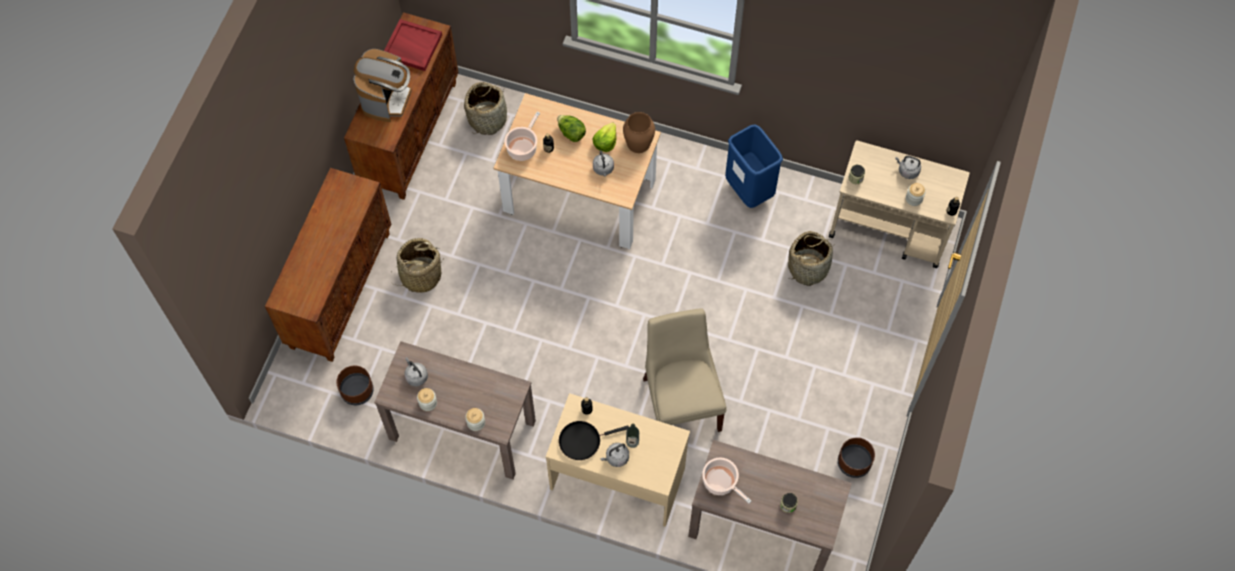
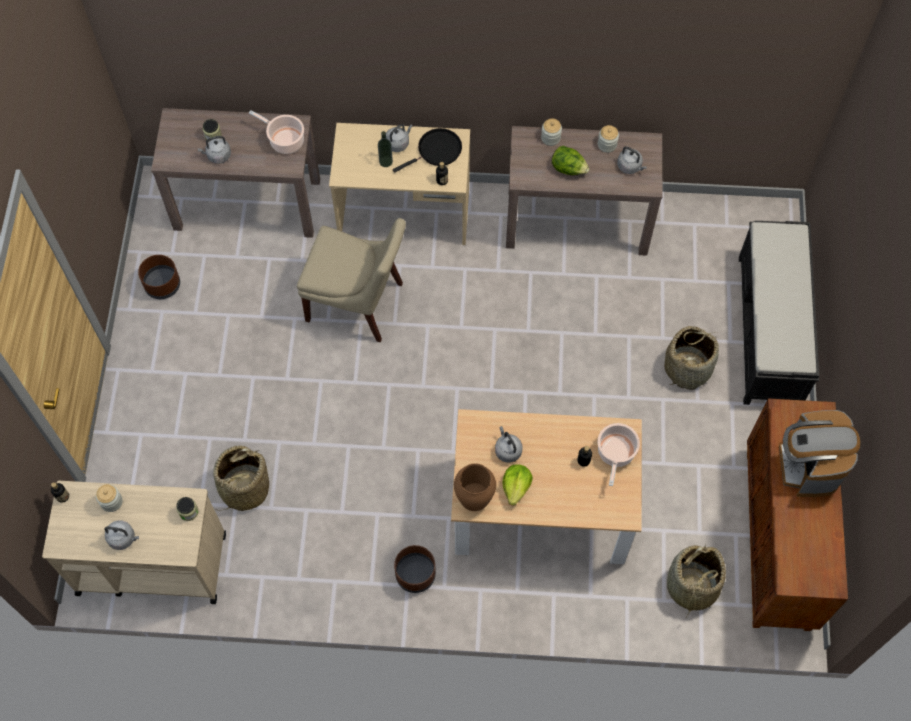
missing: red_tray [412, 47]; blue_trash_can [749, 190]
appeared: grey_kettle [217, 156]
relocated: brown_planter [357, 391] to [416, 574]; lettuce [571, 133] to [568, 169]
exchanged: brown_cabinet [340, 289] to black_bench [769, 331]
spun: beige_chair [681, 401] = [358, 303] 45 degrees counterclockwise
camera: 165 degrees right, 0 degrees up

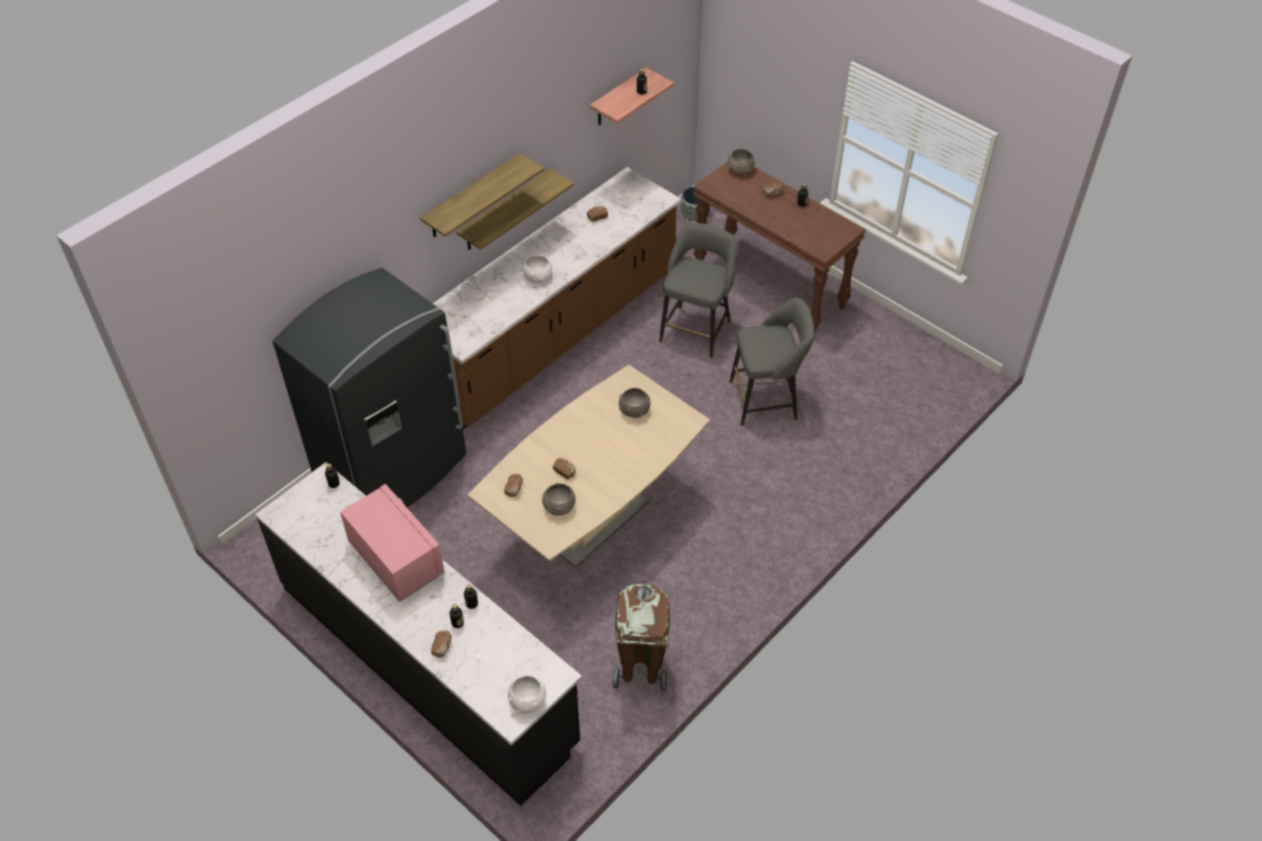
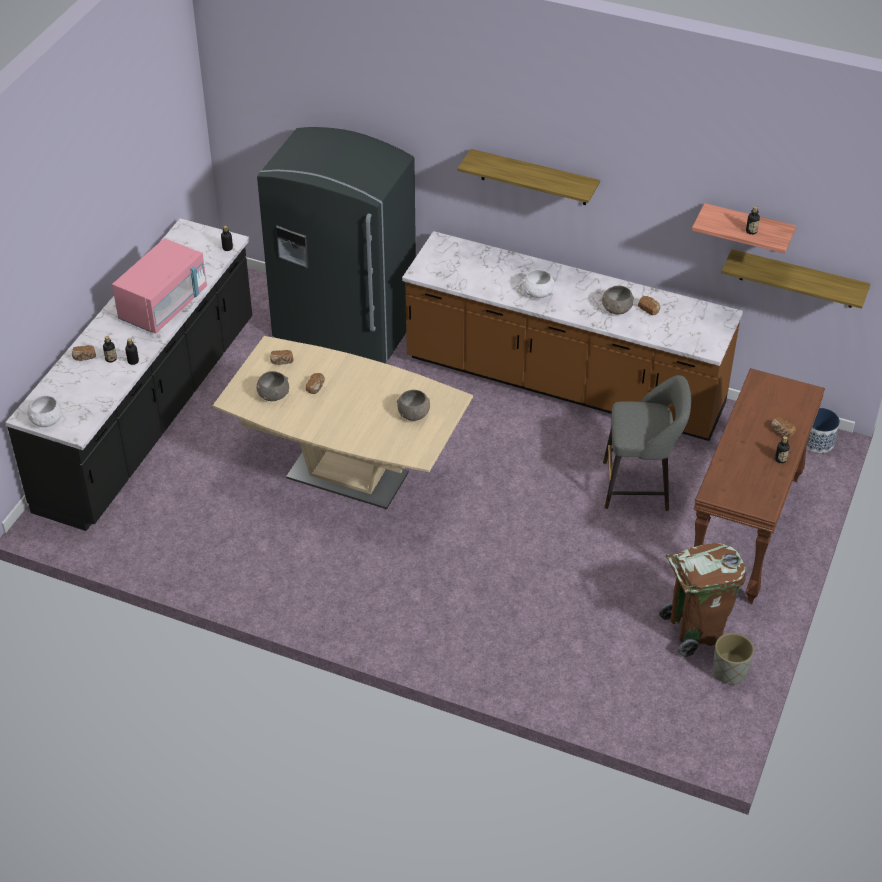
missing: grey_stool [767, 400]
appeared: grey_planter [729, 672]
relocated: shelf [505, 211] to [797, 279]; brown_trash_can [641, 668] to [694, 631]; grey_bowl [740, 170] to [616, 309]
camera: 70 degrees right, 5 degrees down

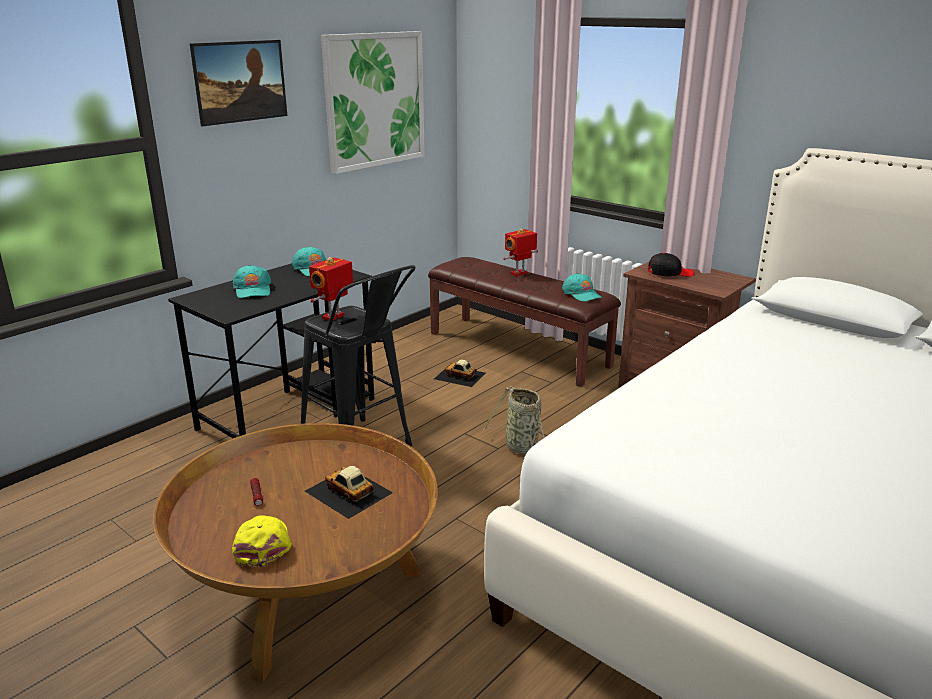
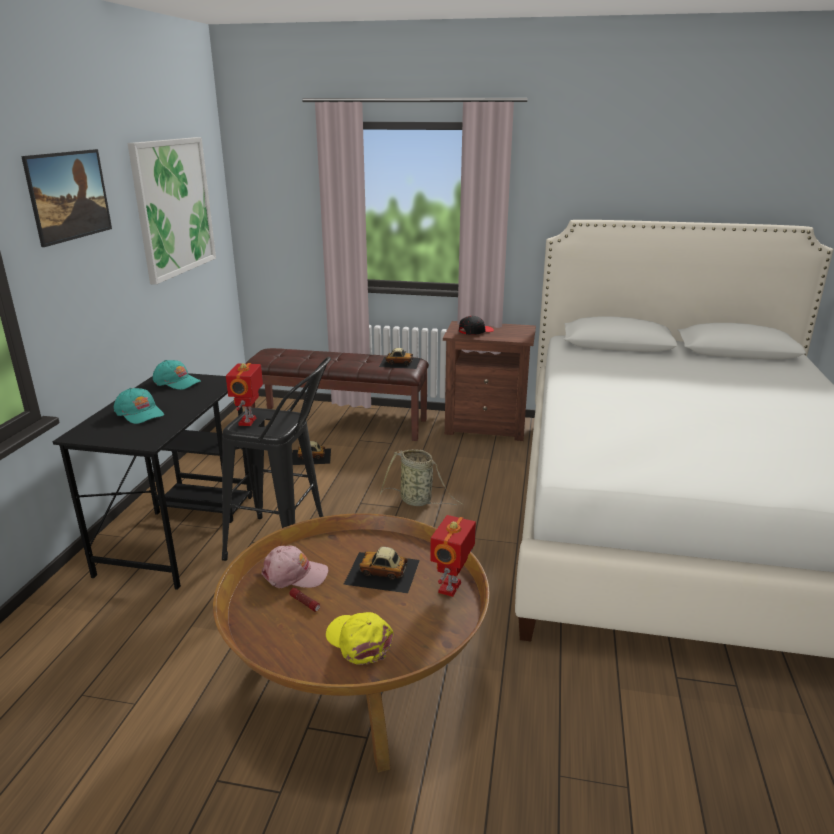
appeared: pink_cap [294, 574]
relocated: toy_robot [519, 273] to [451, 588]
exchanged: turquoise_cap [581, 294] to toy_car [399, 362]
camera: 30 degrees left, 0 degrees up

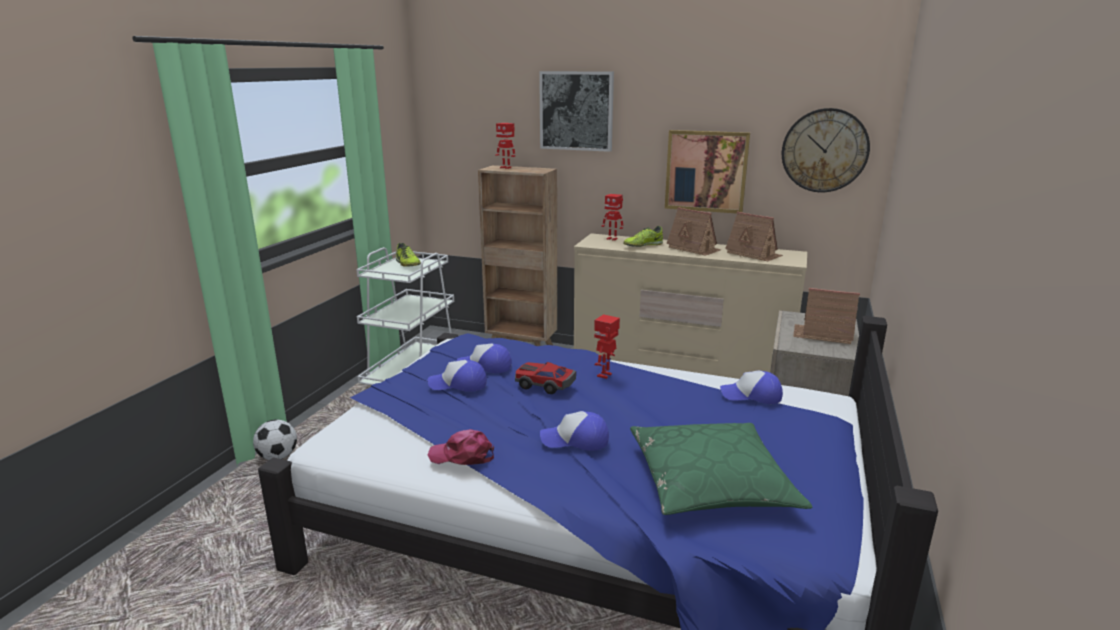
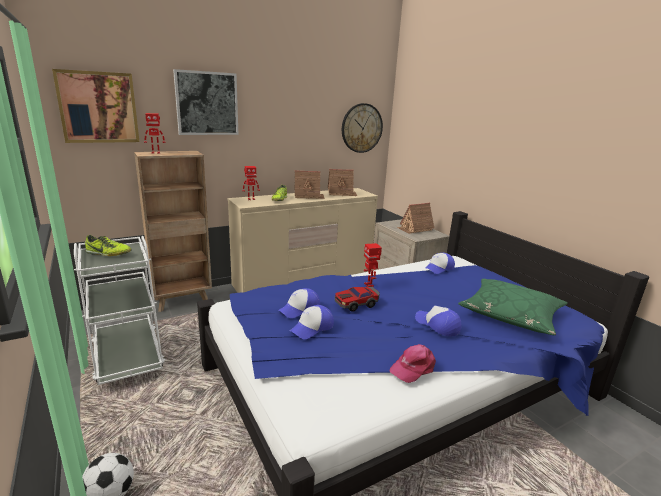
relocated: picture [706, 171] to [98, 107]
spun: cap [575, 440] = [437, 325] 90 degrees clockwise
camera: 50 degrees left, 0 degrees up

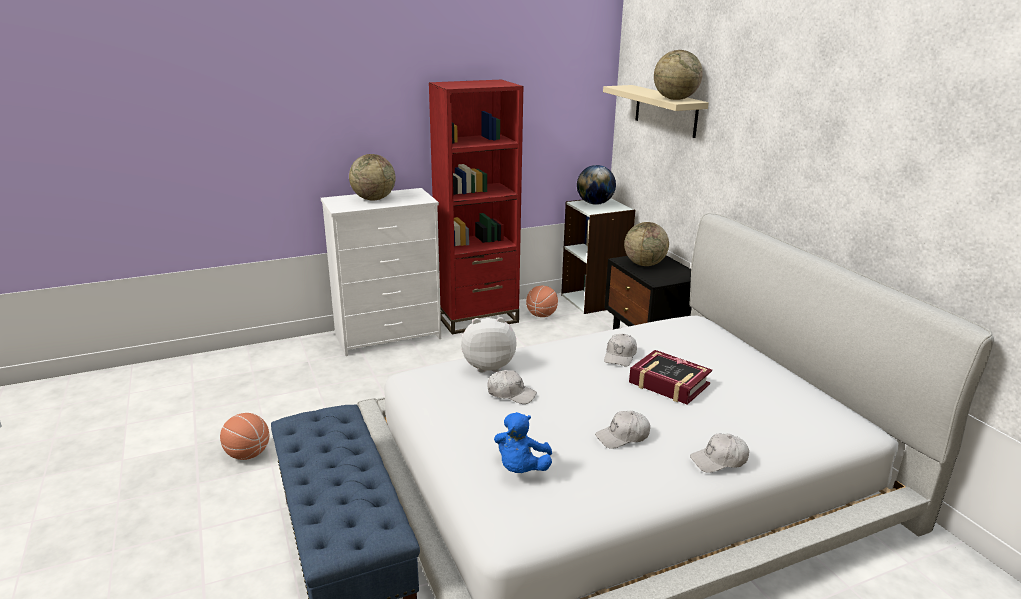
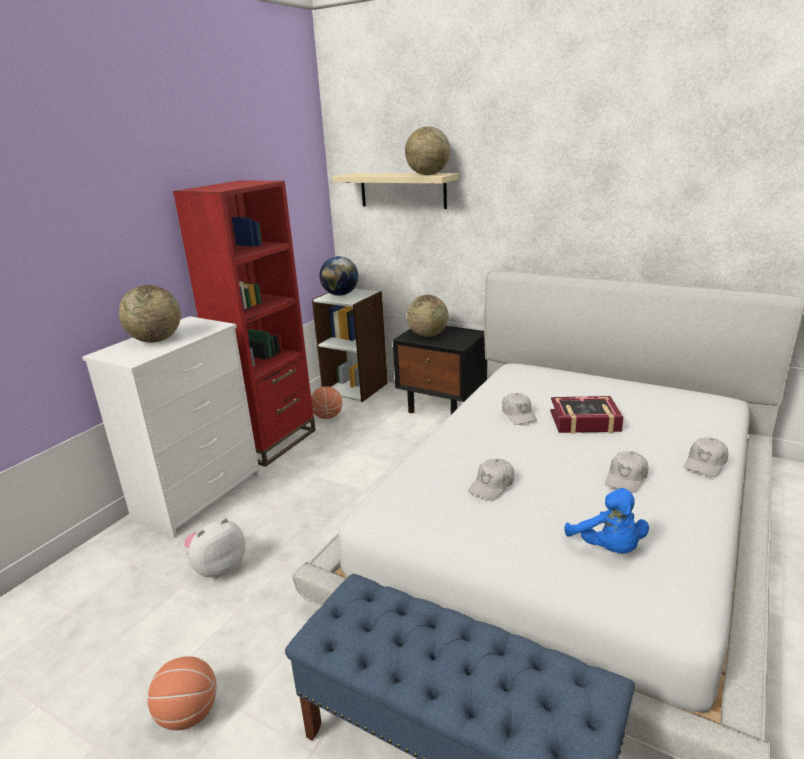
relocated: plush_toy [488, 366] to [218, 568]
spun: white_cap [511, 394] = [492, 485] 150 degrees clockwise
camera: 35 degrees left, 0 degrees up

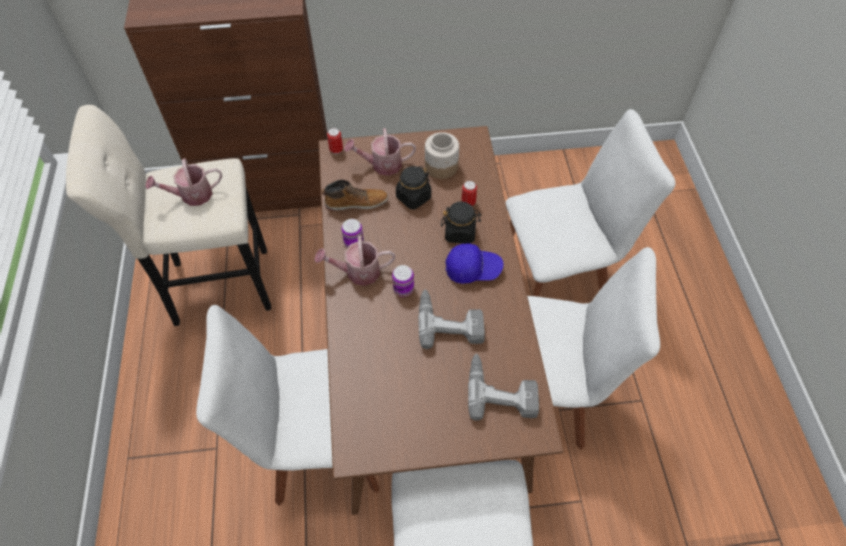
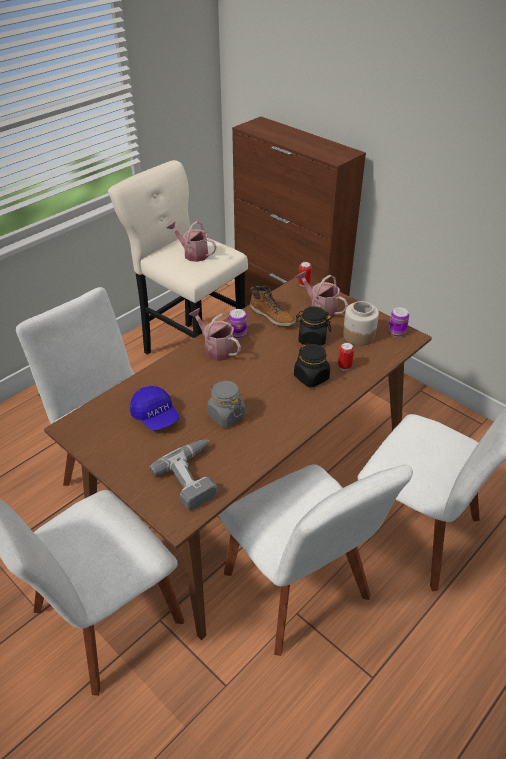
relocated: can [403, 289] to [397, 332]; blue_cap [473, 269] to [155, 417]
exchanged: power_drill [450, 321] to grey_jar [226, 415]
camera: 50 degrees right, 15 degrees down

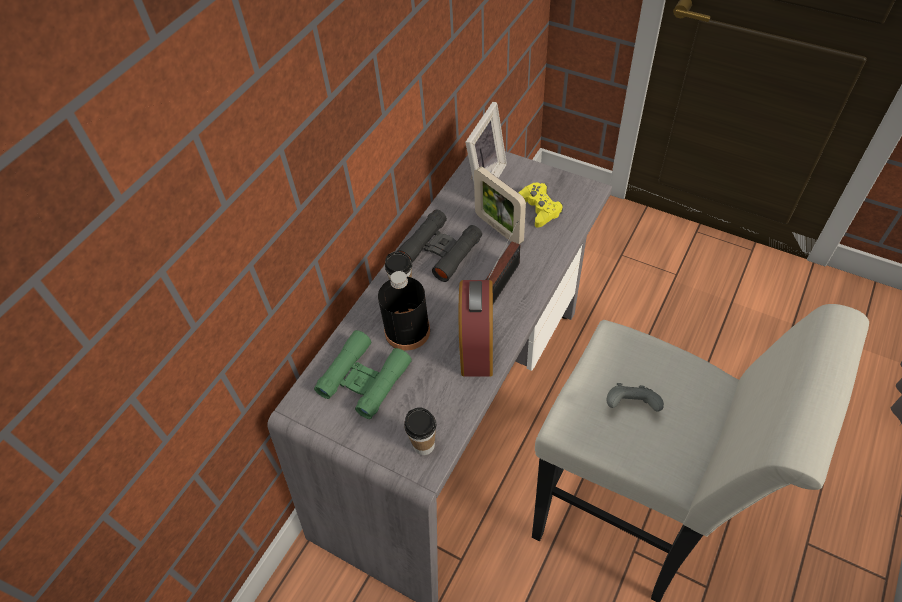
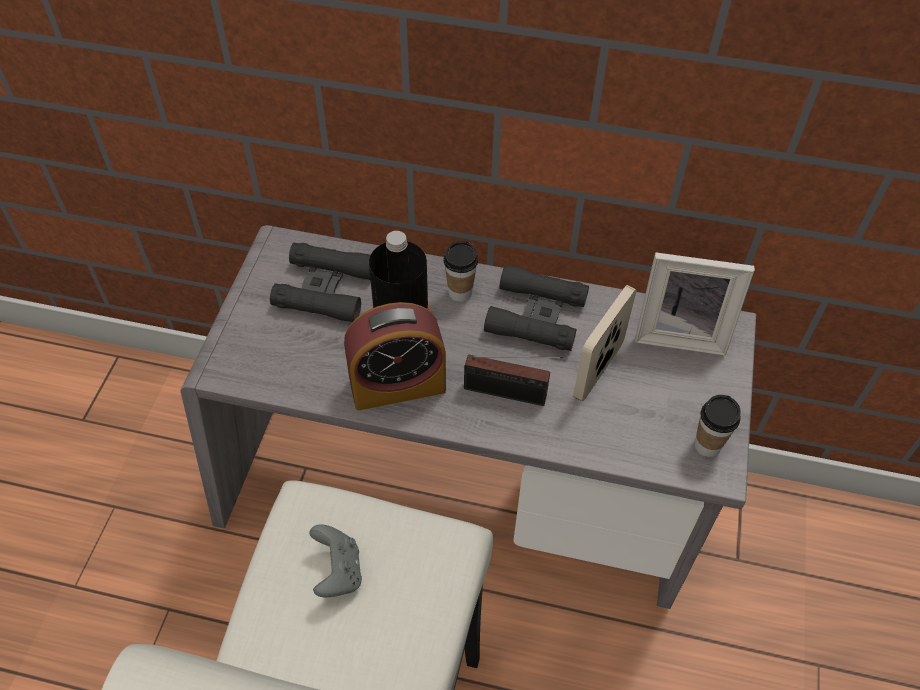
missing: yellow_game_controller [539, 209]
relocated: cup [424, 445] to [707, 445]
colour: green_binoculars [364, 379] to black_binoculars [325, 289]
camera: 70 degrees right, 0 degrees up

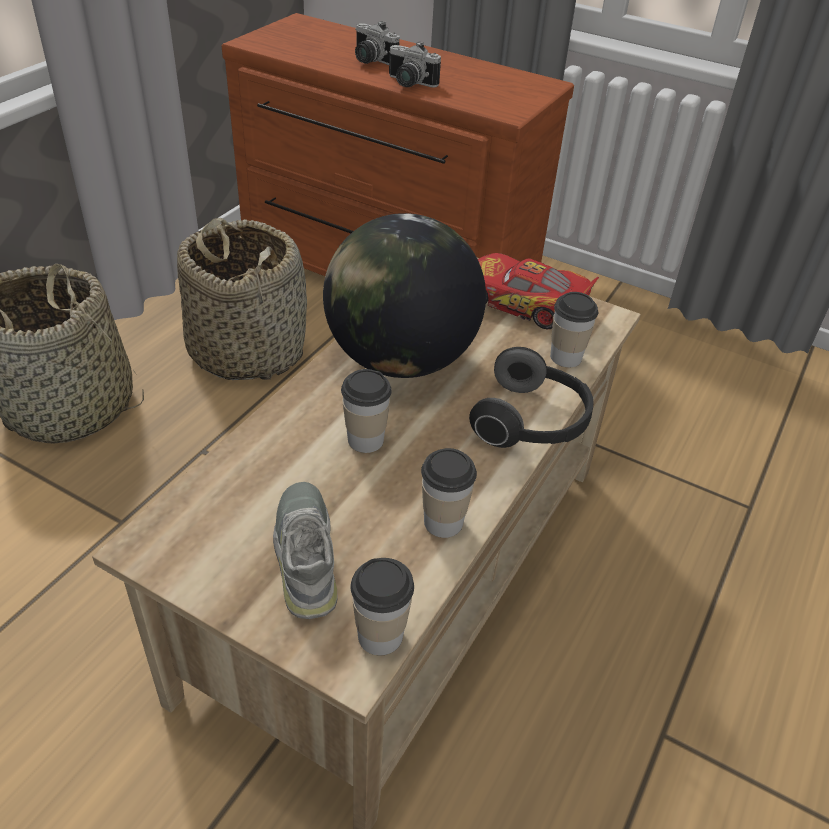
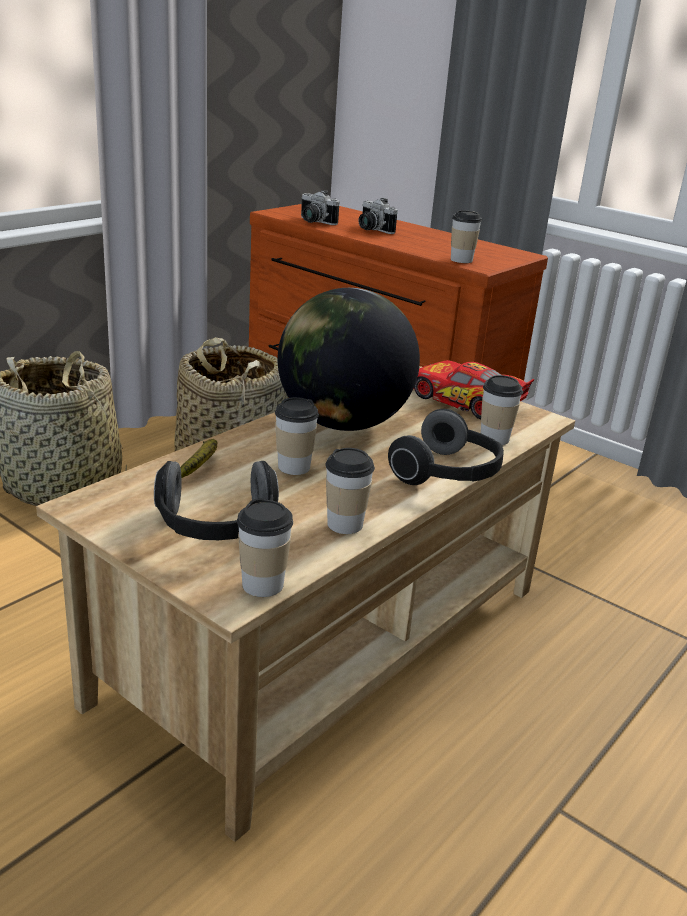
appeared: banana [200, 466]; cup [461, 260]
relocated: photo_camera [408, 83] to [313, 222]
exchanged: grey_shoe [307, 555] to headphones [216, 528]
camera: 10 degrees right, 15 degrees down

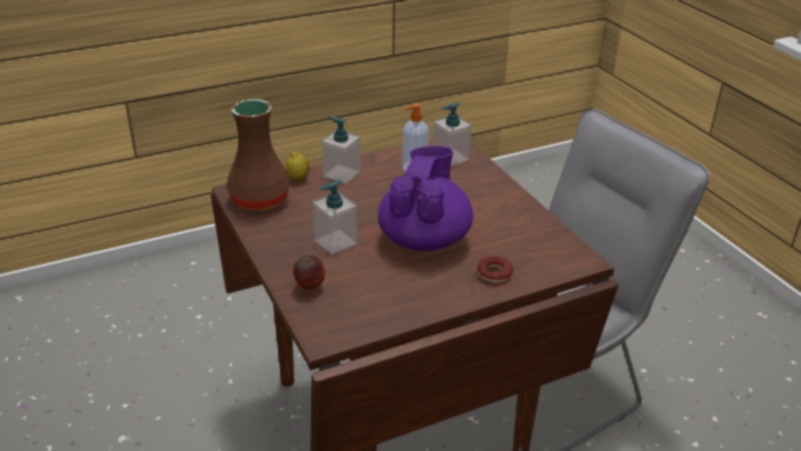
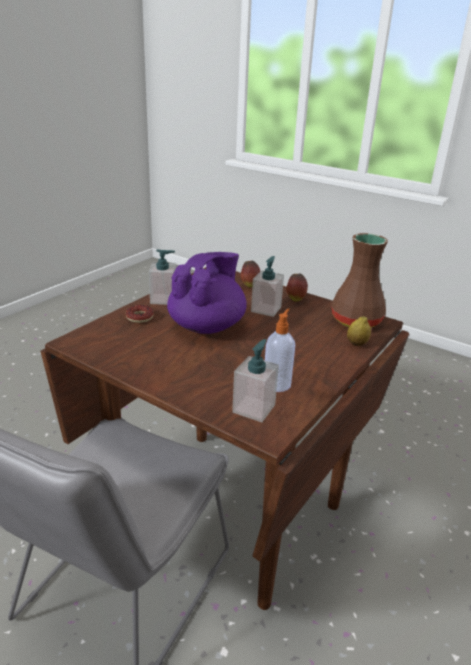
appeared: apple [295, 299]
relocated: soap_dispenser [341, 174] to [163, 299]
spun: purple_teapot [424, 239] = [207, 326] 135 degrees counterclockwise
camera: 150 degrees right, 5 degrees down

